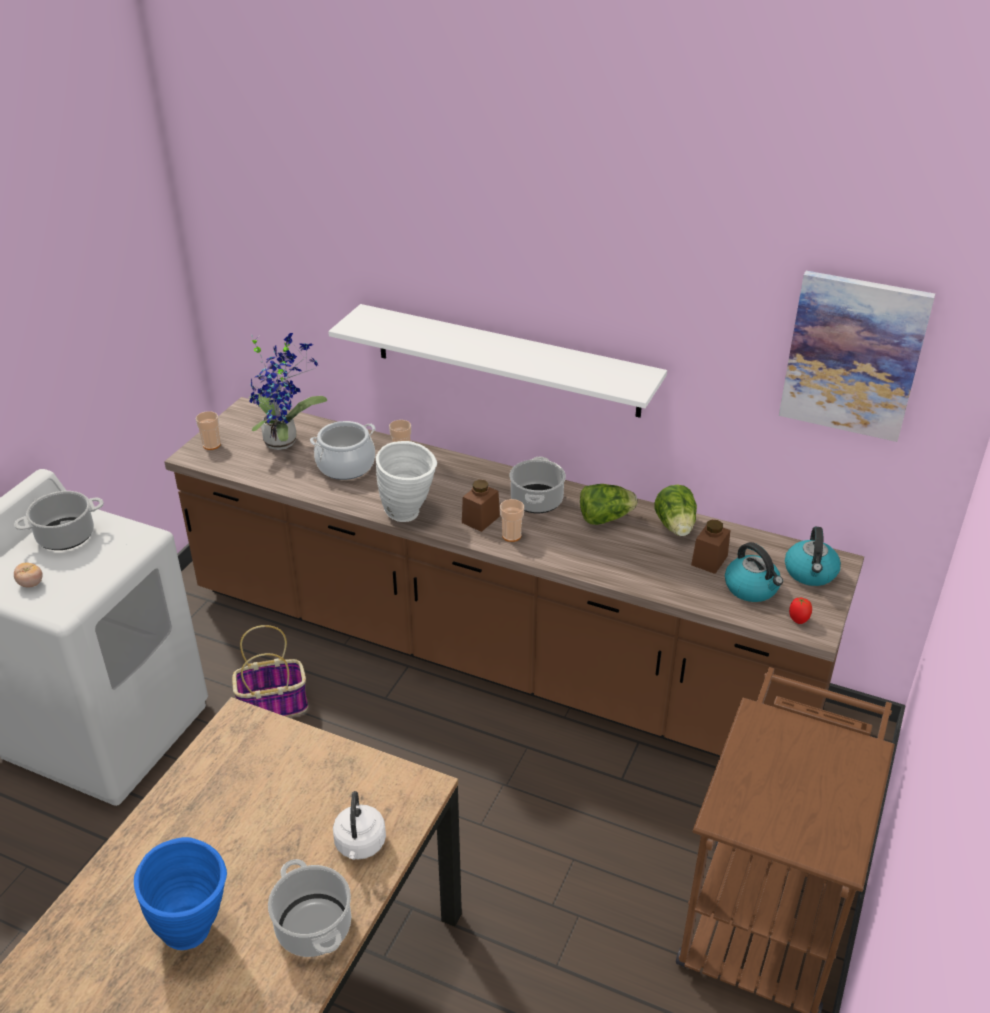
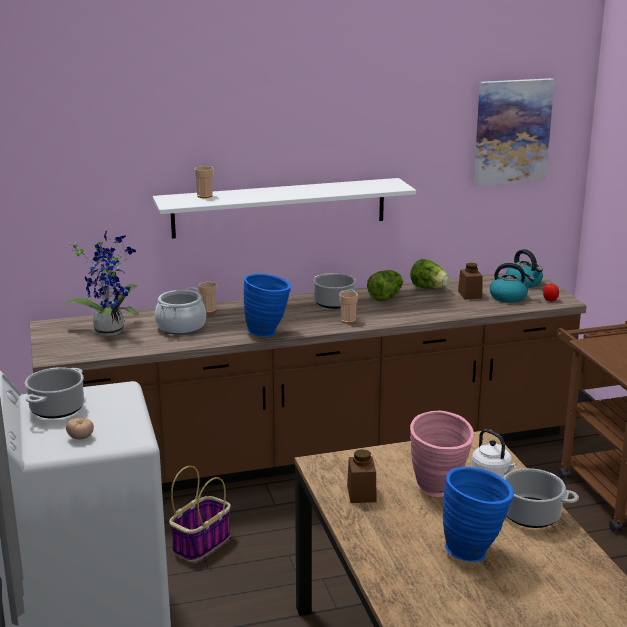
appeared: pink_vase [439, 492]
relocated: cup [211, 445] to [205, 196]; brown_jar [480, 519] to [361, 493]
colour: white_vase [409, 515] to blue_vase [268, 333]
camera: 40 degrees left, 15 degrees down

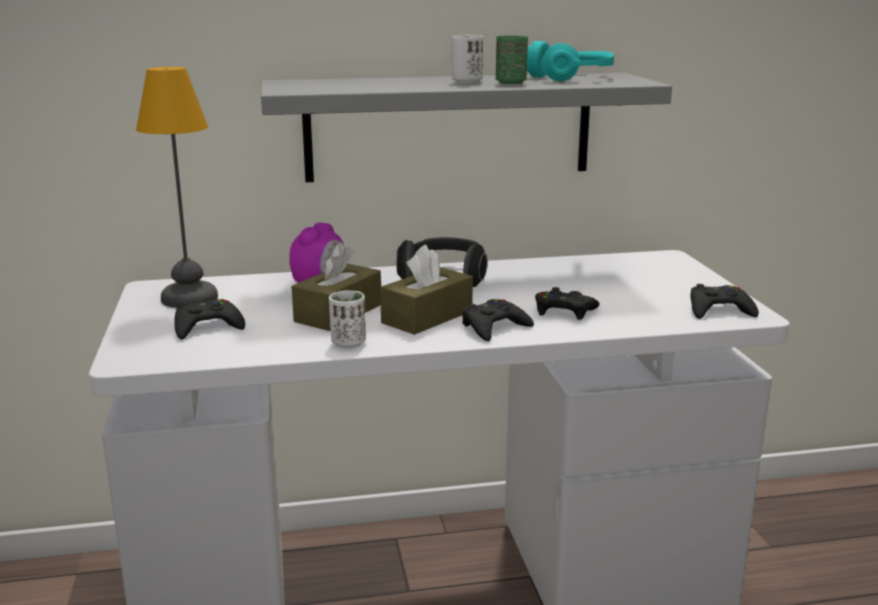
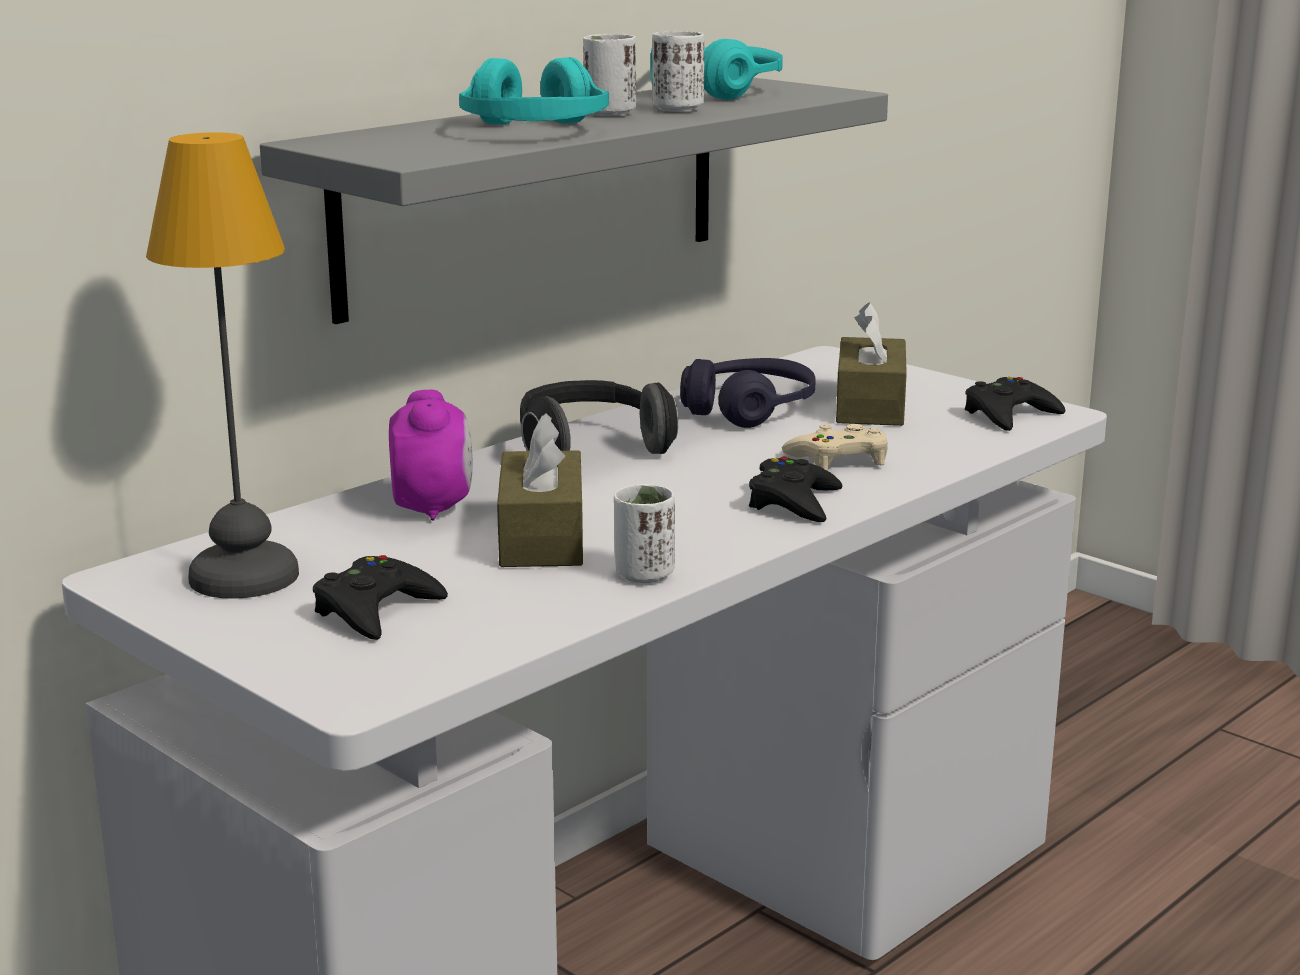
appeared: turquoise_headphones [534, 131]; purple_headphones [749, 410]
relocated: brown_tissue_box [427, 317] to [870, 405]
colour: green_cup [510, 83] to white_cup [678, 109]; black_game_controller [564, 311] to beige_game_controller [839, 459]
camera: 35 degrees left, 0 degrees up

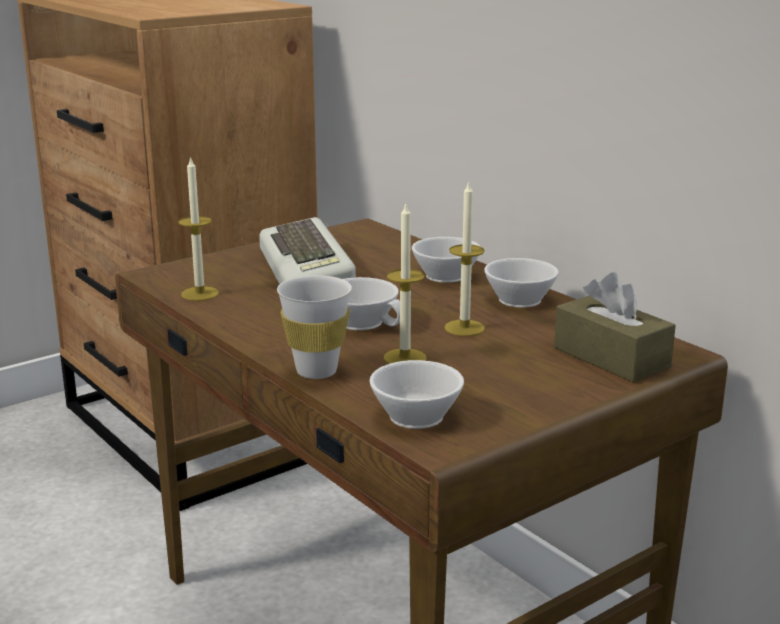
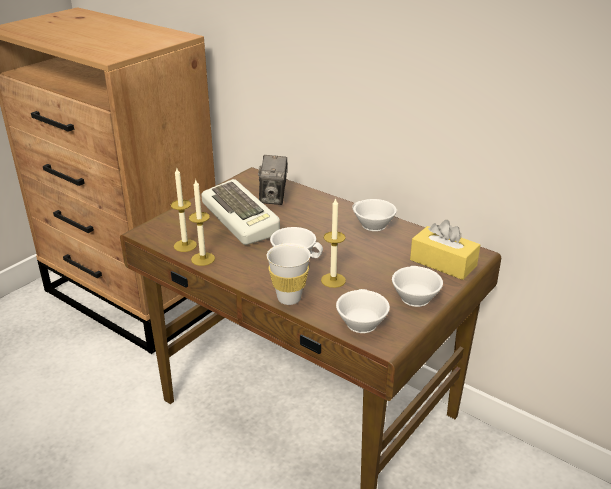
appeared: photo_camera [273, 197]
relocated: white_cup [443, 274] to [413, 296]; candle [464, 328] to [203, 259]
colour: brown_tissue_box [611, 357] to yellow_tissue_box [443, 263]
camera: 15 degrees left, 10 degrees up

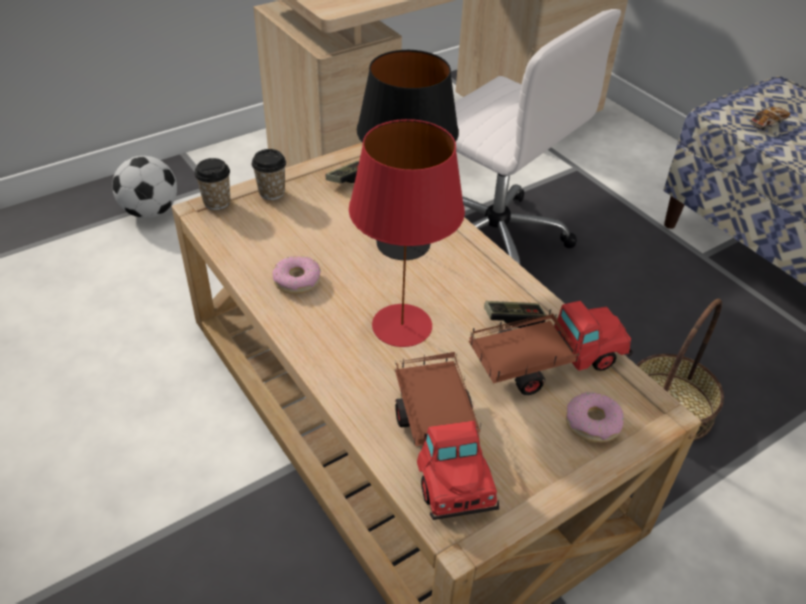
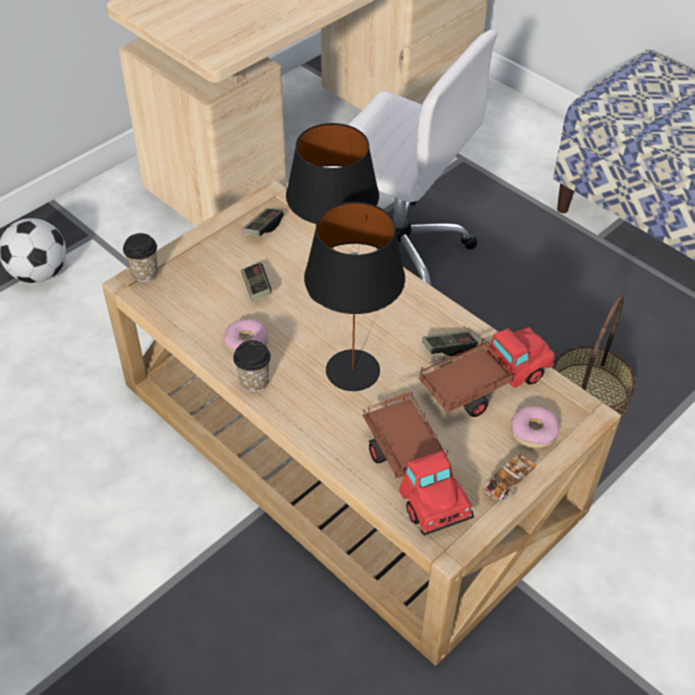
appeared: game_controller [256, 288]
relocated: cup [271, 192] to [254, 382]; toy_car [767, 124] to [508, 483]
colour: red_table_lamp [401, 326] to black_table_lamp [352, 371]
camera: 10 degrees left, 5 degrees up

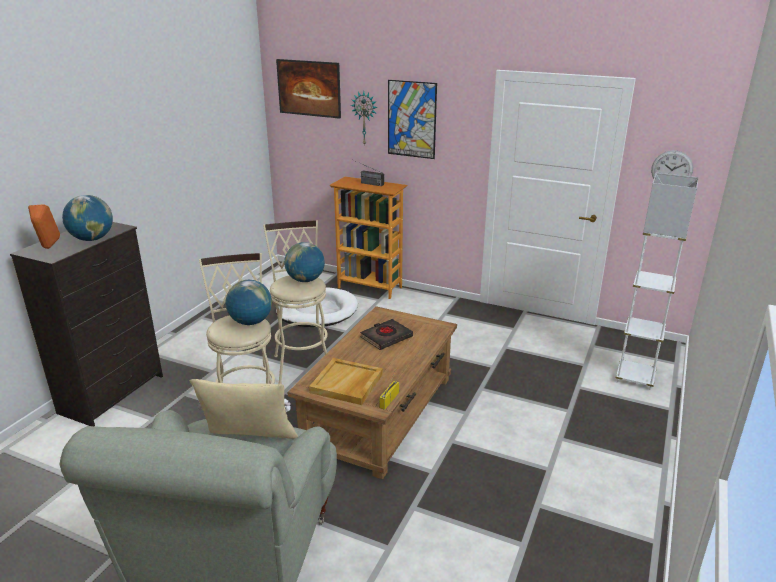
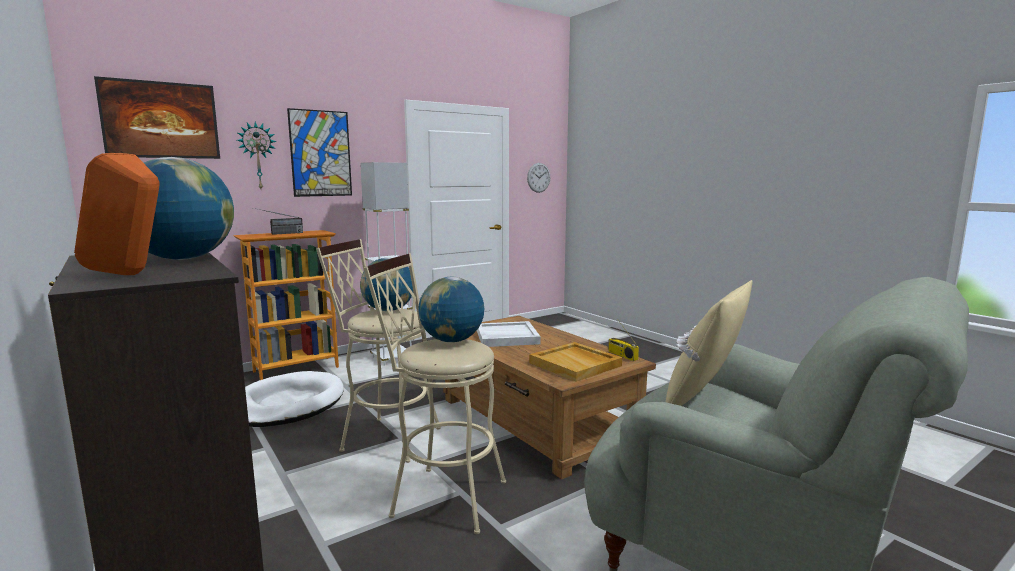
relocated: white_floor_lamp [635, 378] to [392, 358]
exchanged: black_book [386, 337] to white_tray [506, 337]
camera: 60 degrees left, 15 degrees down

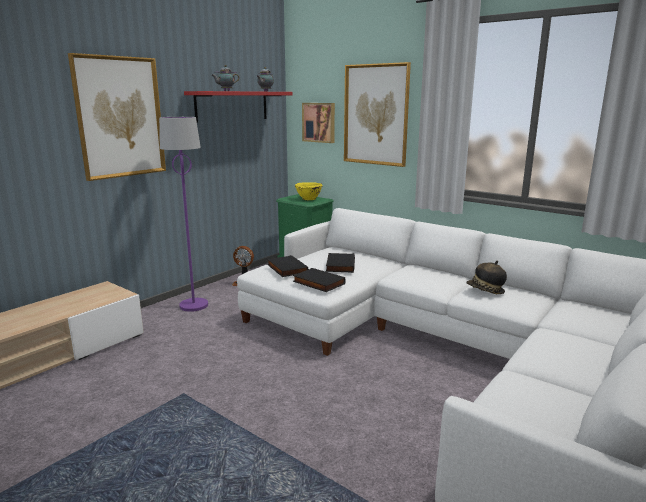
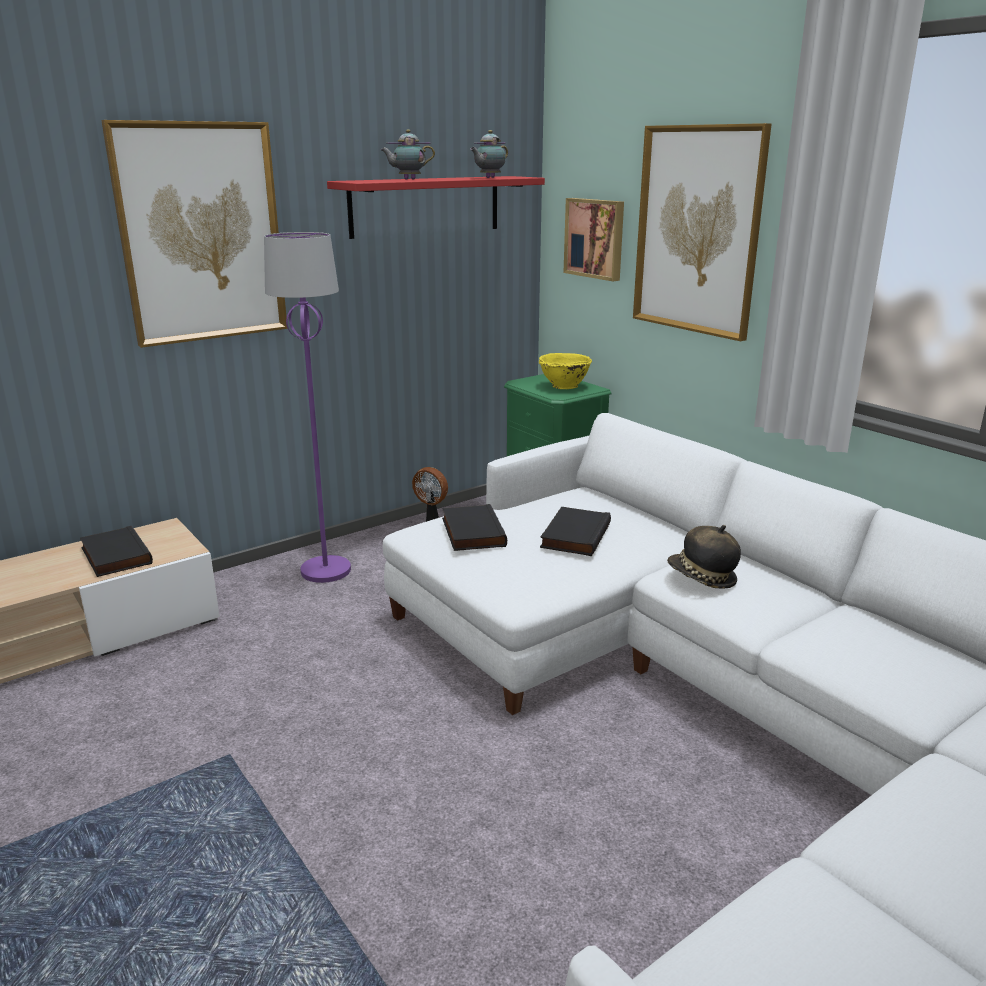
relocated: black_book [317, 283] to [114, 556]; hat [485, 291] to [701, 578]
camera: 15 degrees right, 5 degrees up

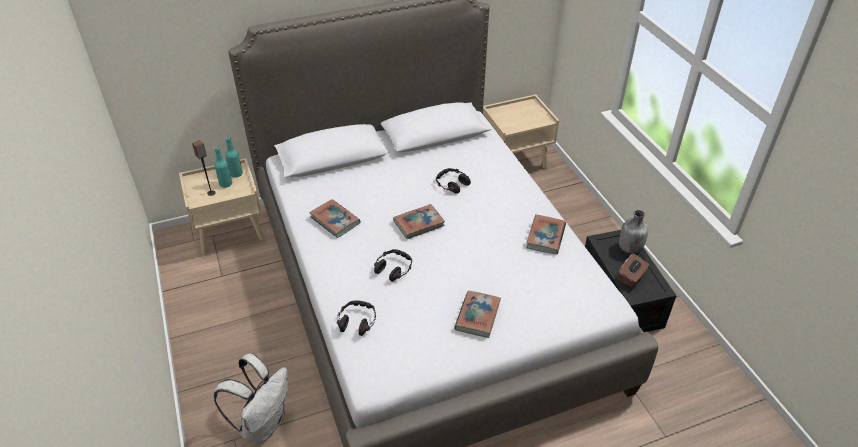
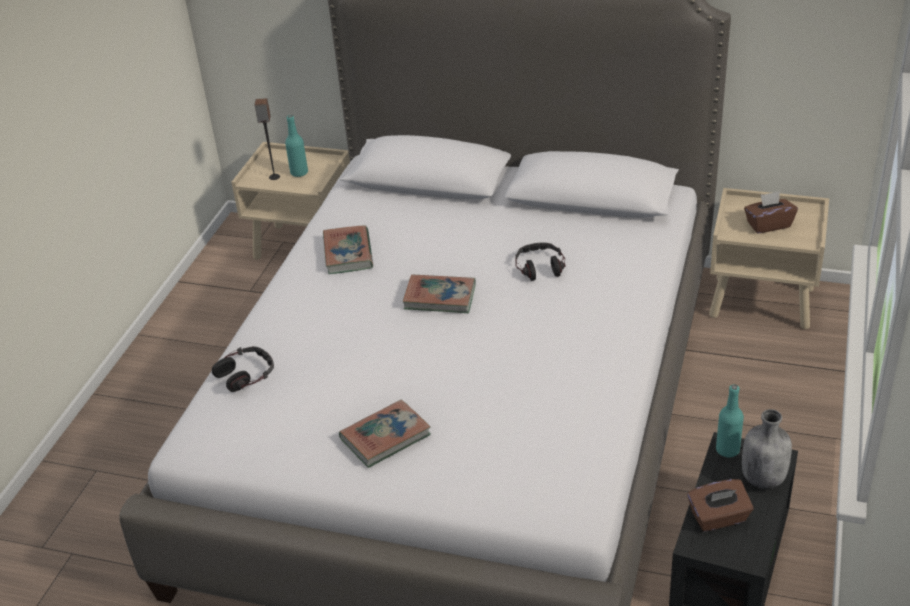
missing: white_backpack [263, 423]; headphones [393, 268]; book [545, 237]
appeared: brown_tissue_box [768, 225]
relocated: turquoise_bottle [236, 174] to [727, 450]
camera: 40 degrees right, 5 degrees down

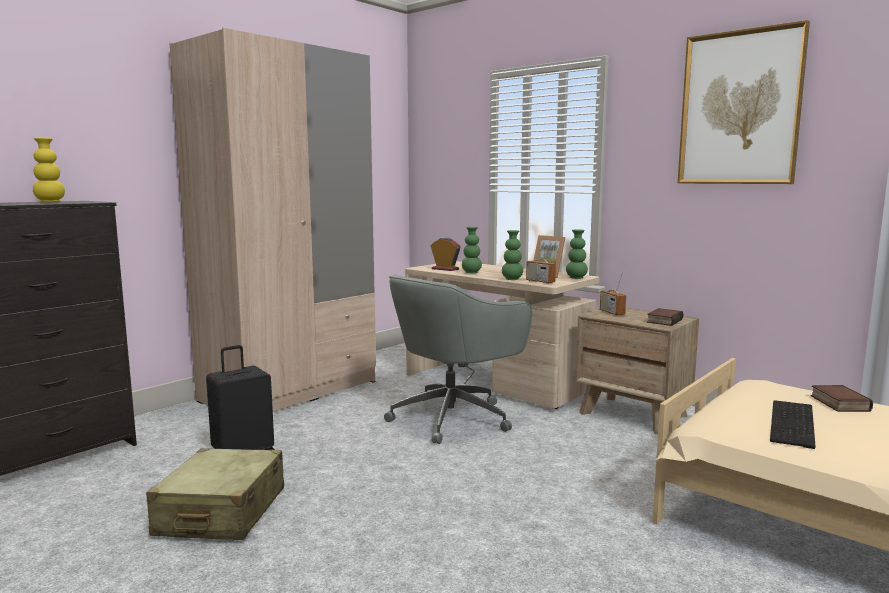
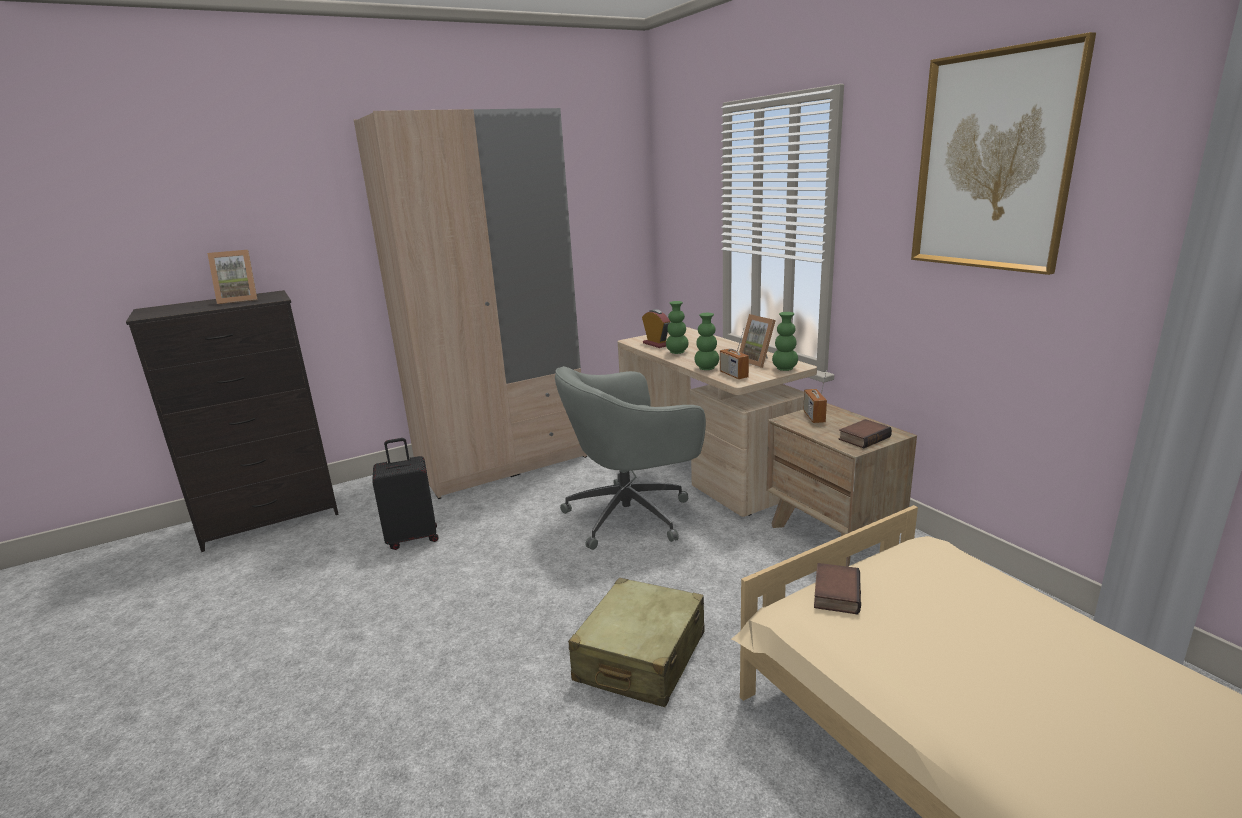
missing: keyboard [794, 424]
relocated: beige_suitcase [221, 512] to [640, 657]; book [837, 403] to [834, 593]
exchanged: yellow_vase [50, 202] to picture_frame [239, 300]
camera: 20 degrees right, 10 degrees up

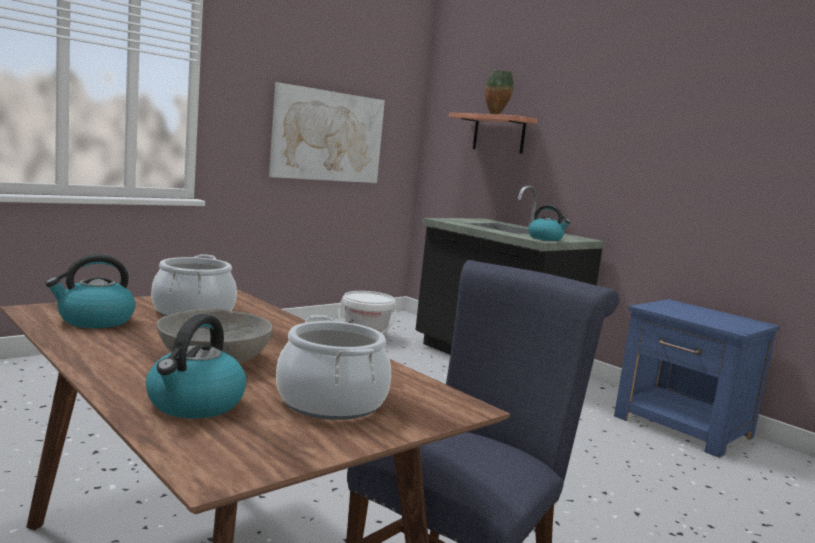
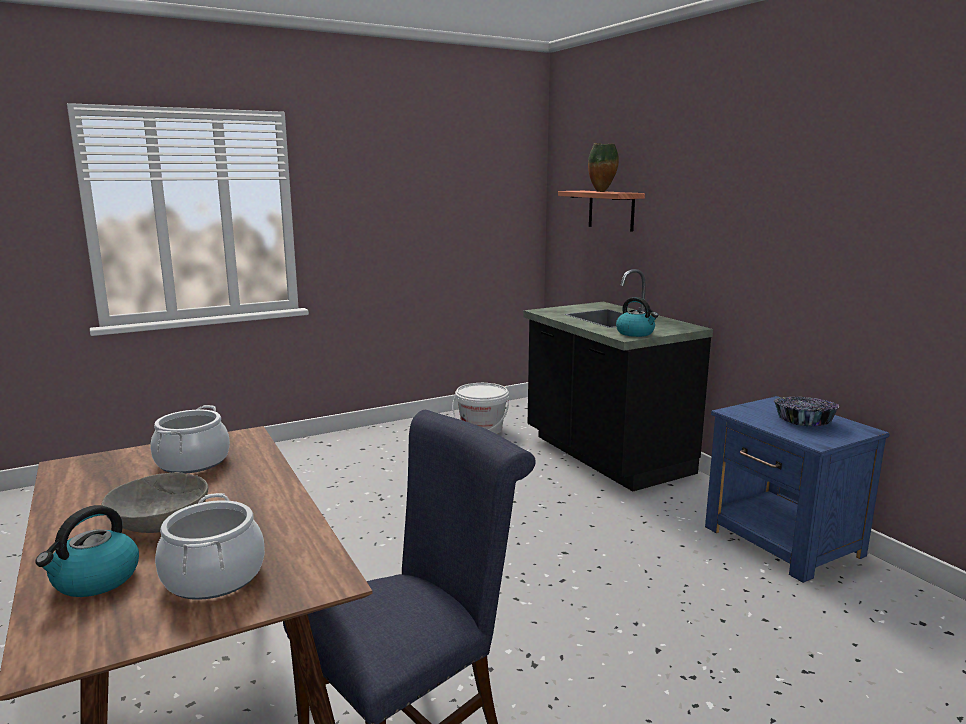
missing: kettle [95, 321]; picture [328, 136]
appeared: bowl [803, 421]
camera: 15 degrees right, 5 degrees up

